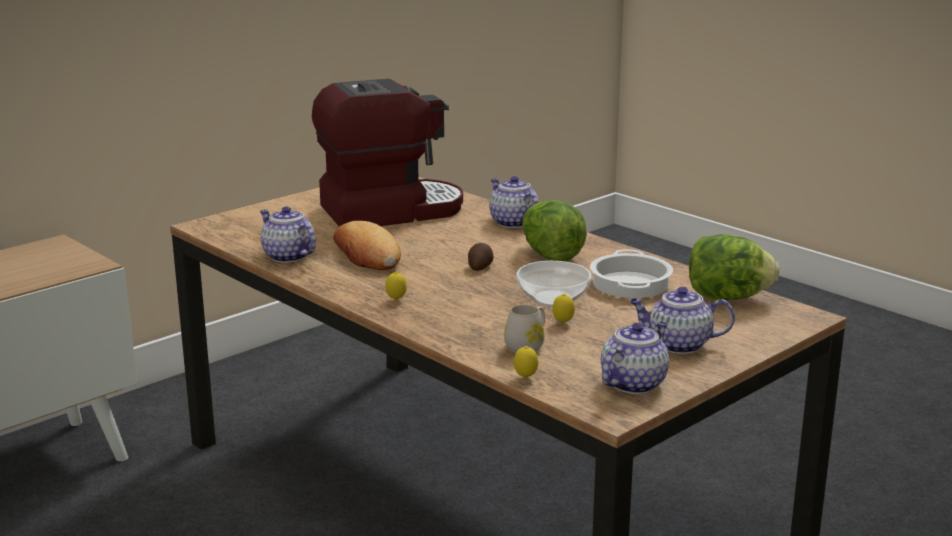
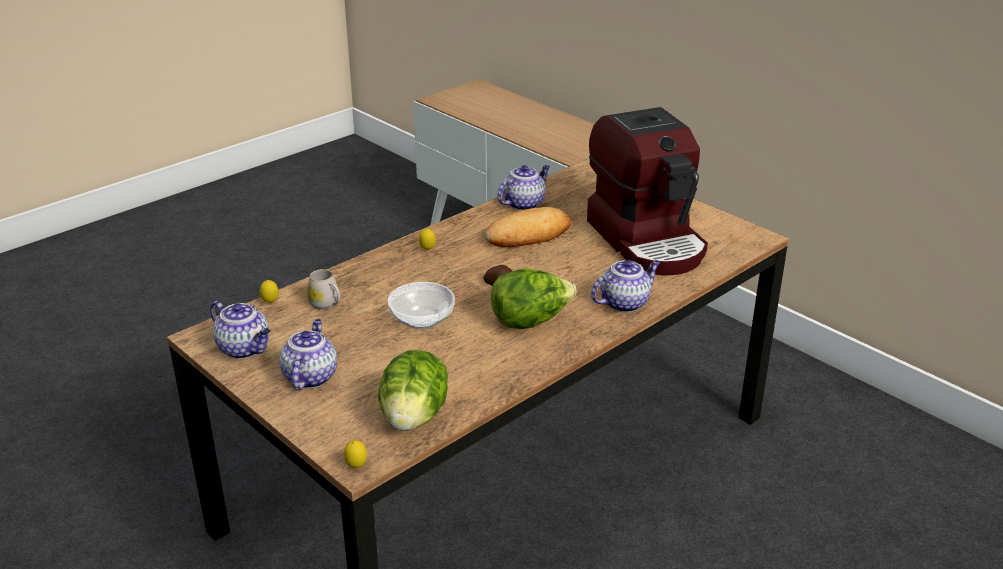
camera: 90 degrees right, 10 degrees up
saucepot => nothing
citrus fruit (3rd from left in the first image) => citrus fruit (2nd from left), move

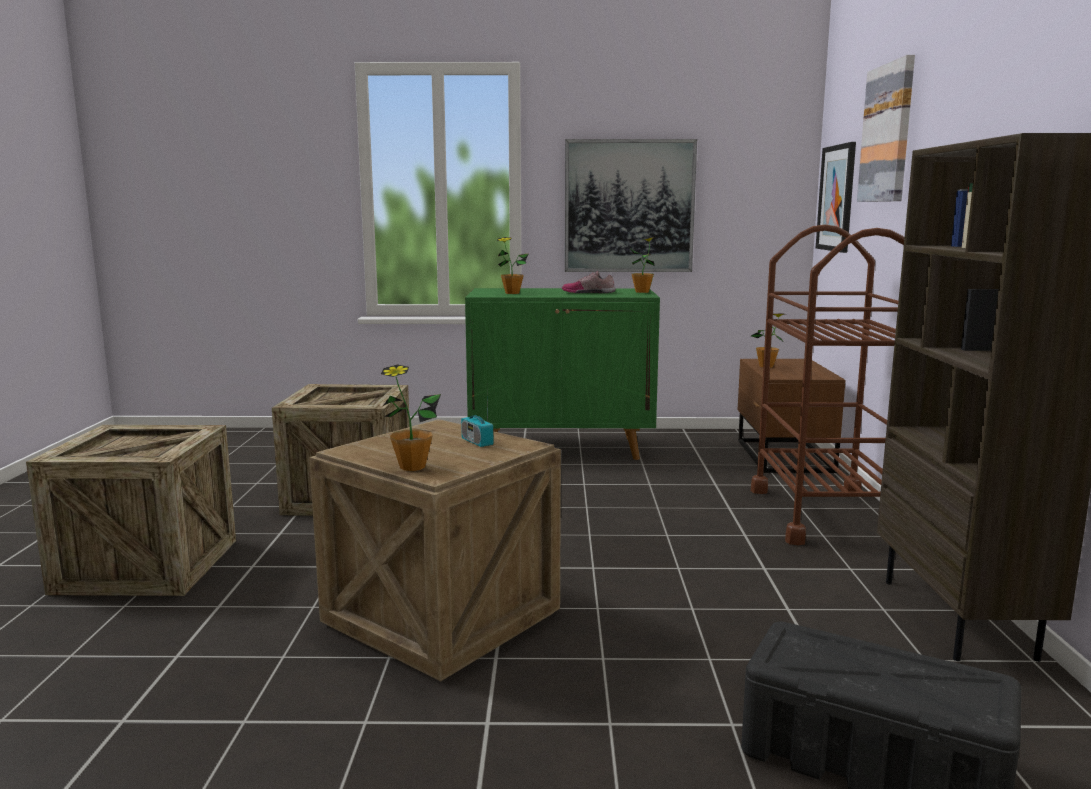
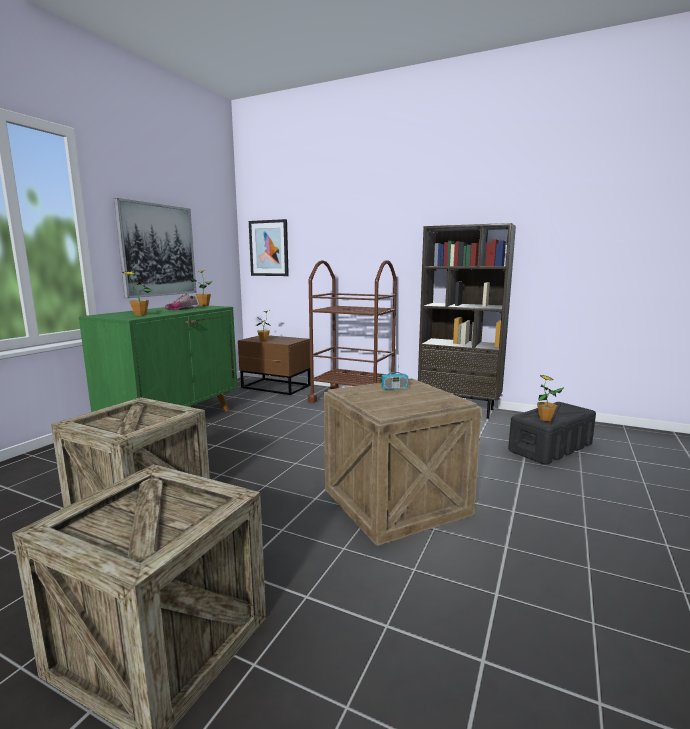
camera: 65 degrees left, 0 degrees up
picture (3rd from left) => nothing
houseplant (1st from left in the first image) => houseplant (4th from left), move

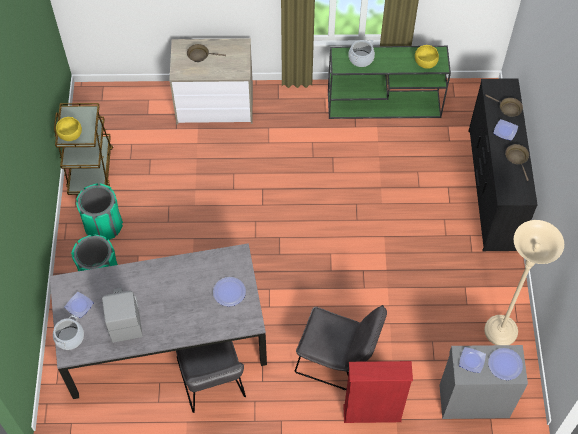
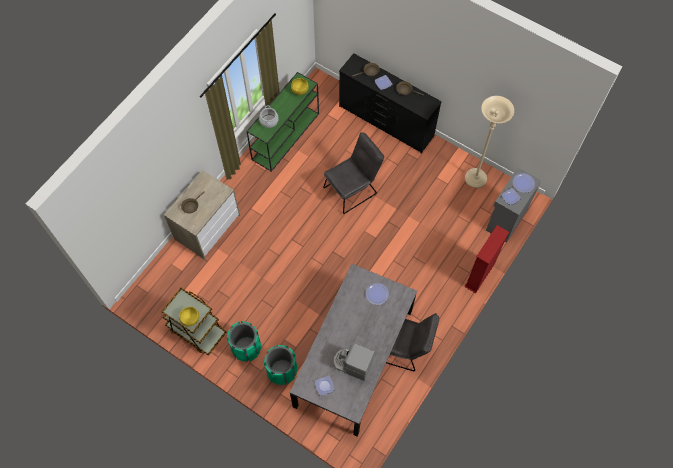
camera: 55 degrees left, 5 degrees up
saucepot (1st from left) => nothing
plain chair (grey) (2nd from left in the first image) => plain chair (grey) (1st from left), move

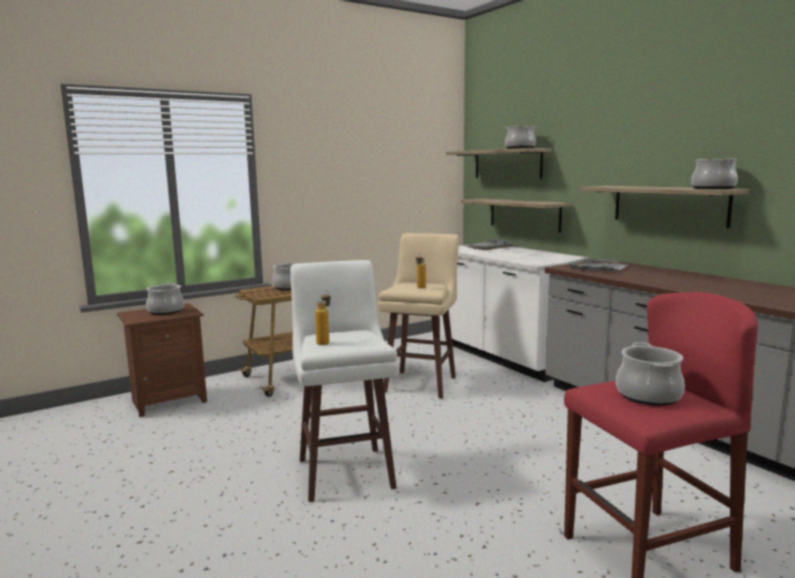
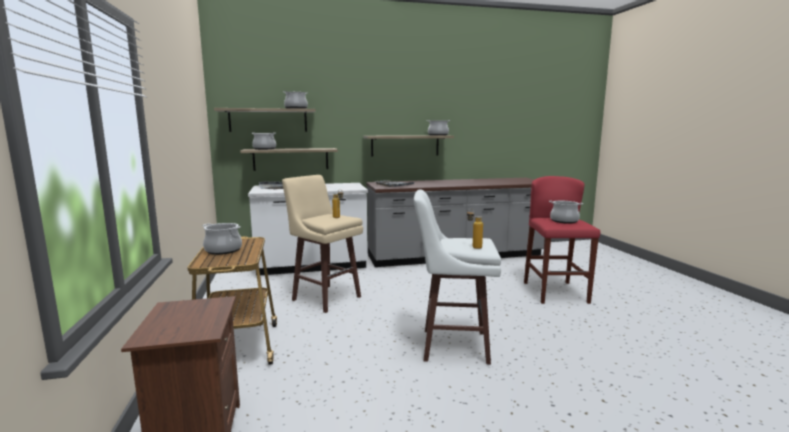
camera: 70 degrees left, 0 degrees up
saucepot (1st from left in the first image) => saucepot (2nd from left), move

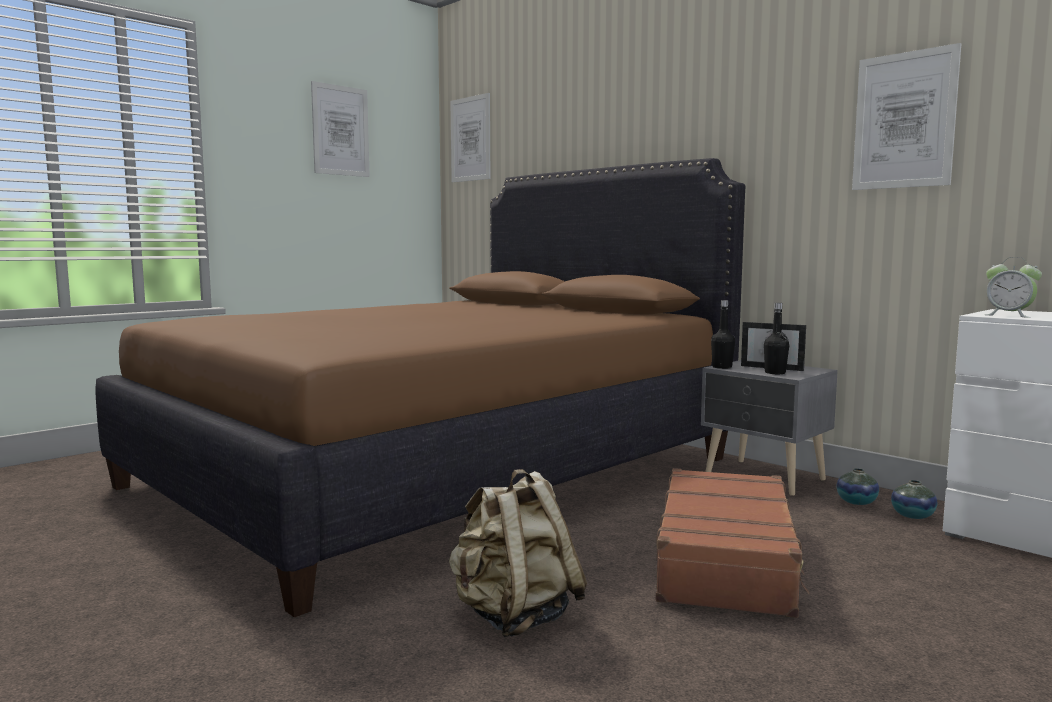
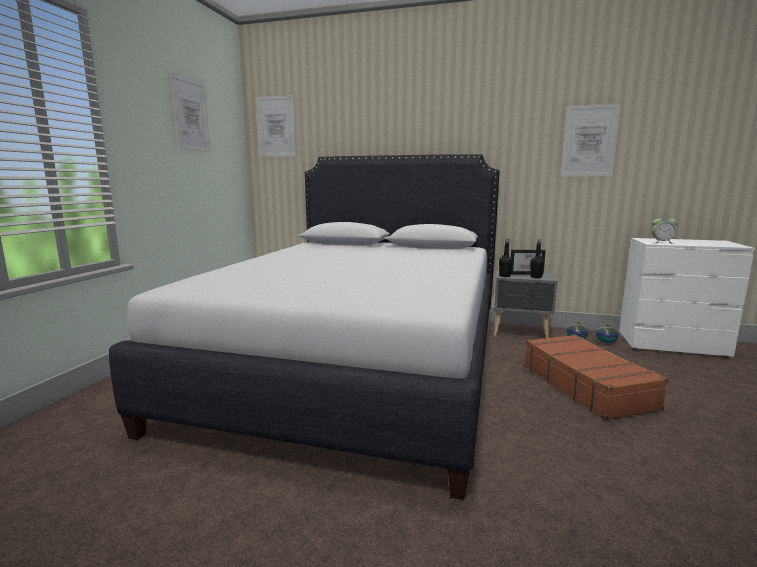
camera: 30 degrees left, 5 degrees up
rucksack (sand-coloured) => nothing
sleeping bed (brownish) => sleeping bed (white)

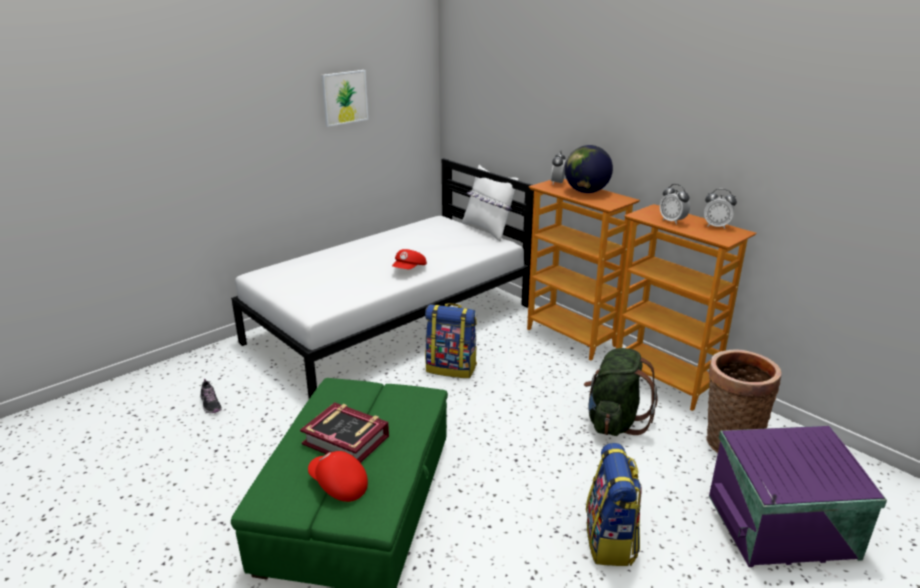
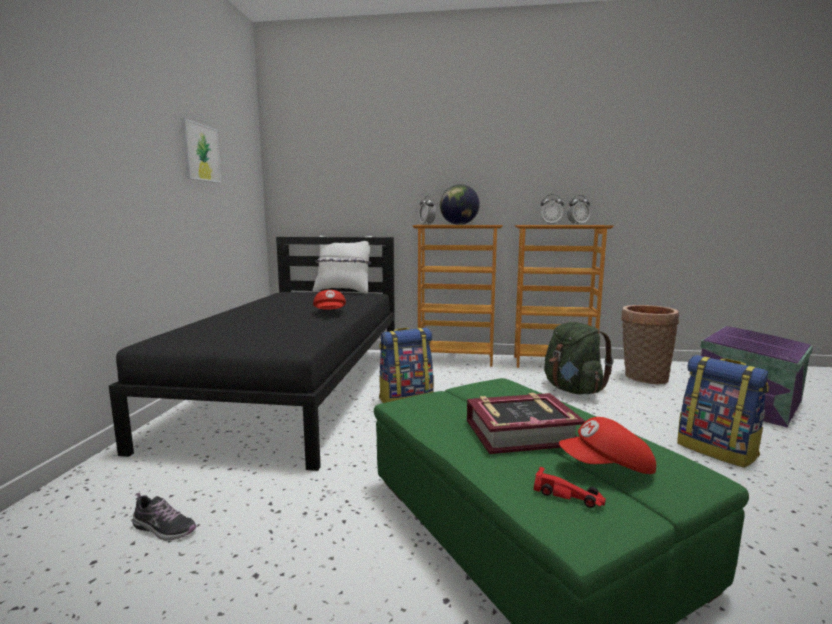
camera: 40 degrees left, 15 degrees down
nothing => toy car (red-coloured)
sleeping bed (white) => sleeping bed (blackish)

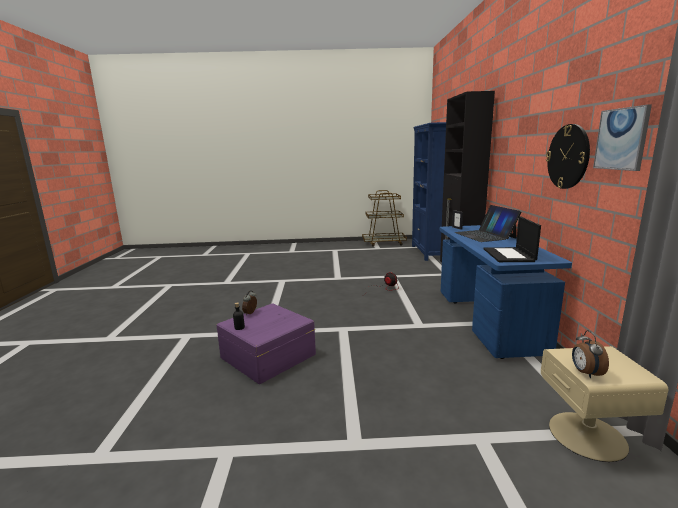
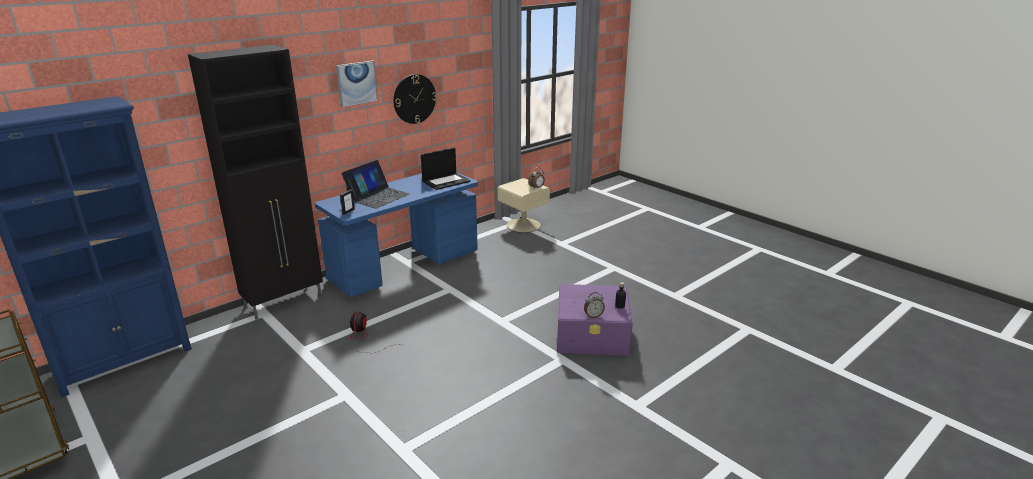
camera: 130 degrees left, 10 degrees up
picture, move

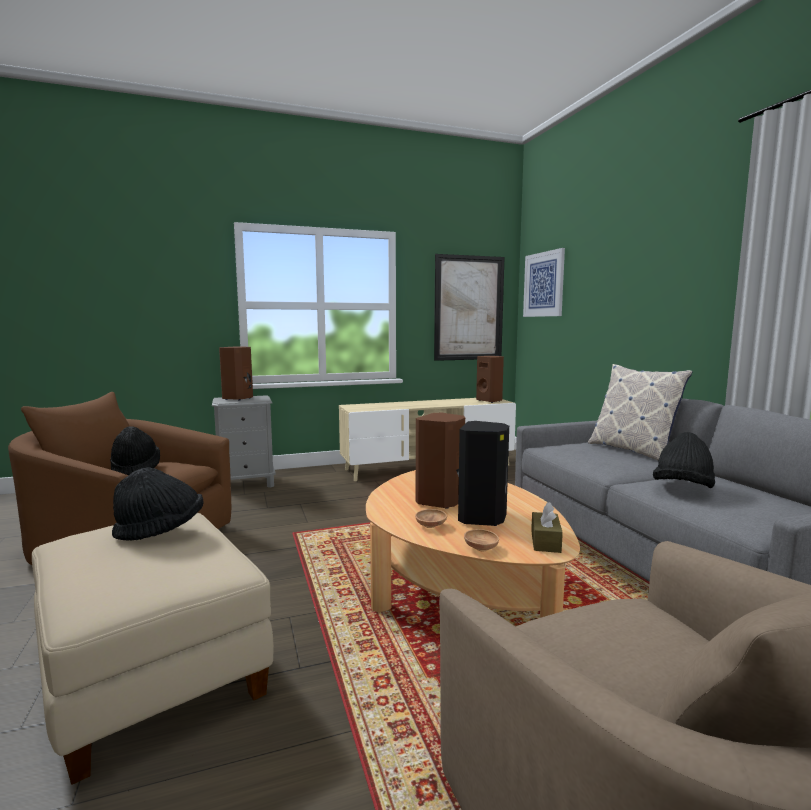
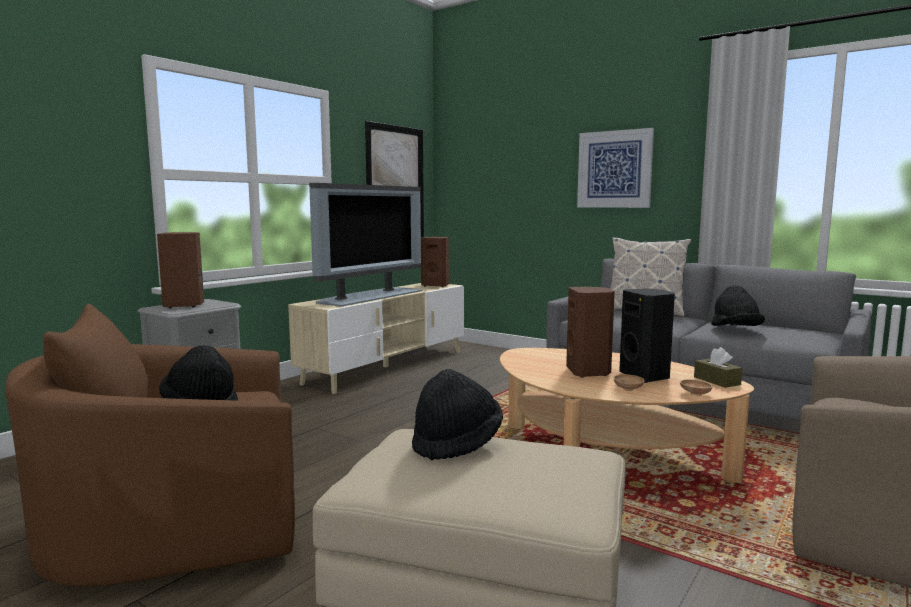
camera: 35 degrees left, 0 degrees up
nothing => television
picture (2nd from left), move

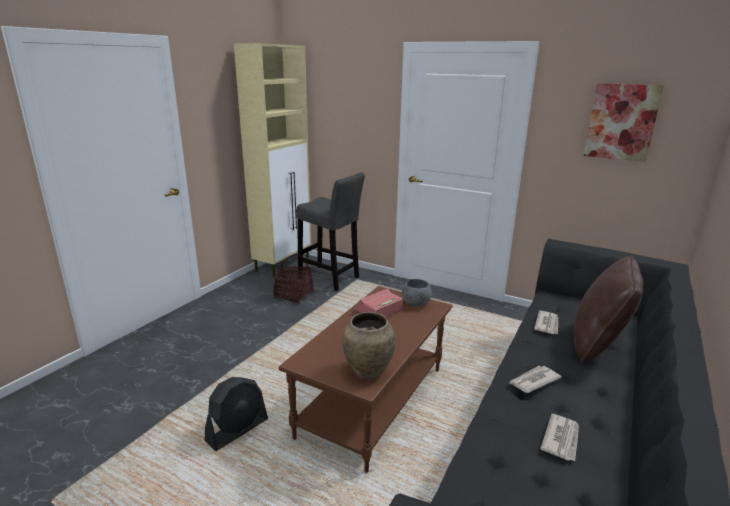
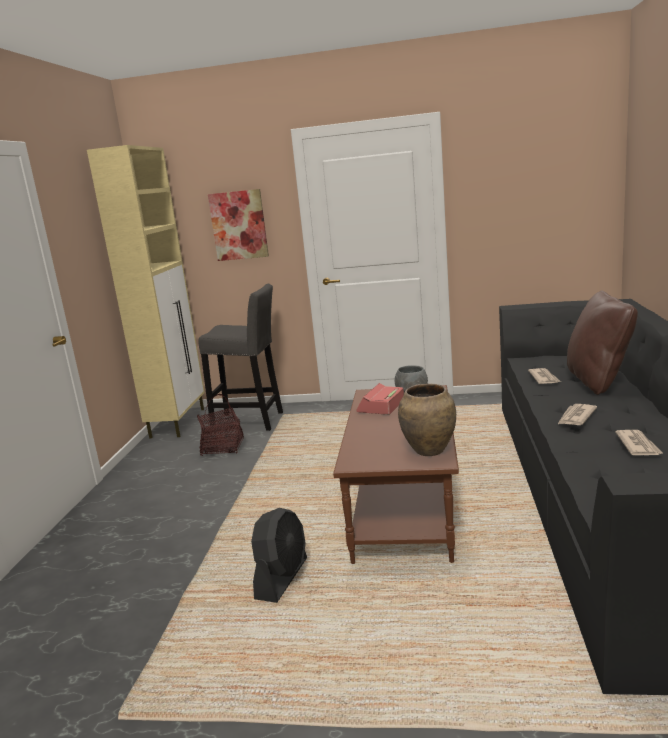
camera: 20 degrees left, 5 degrees down
picture, move

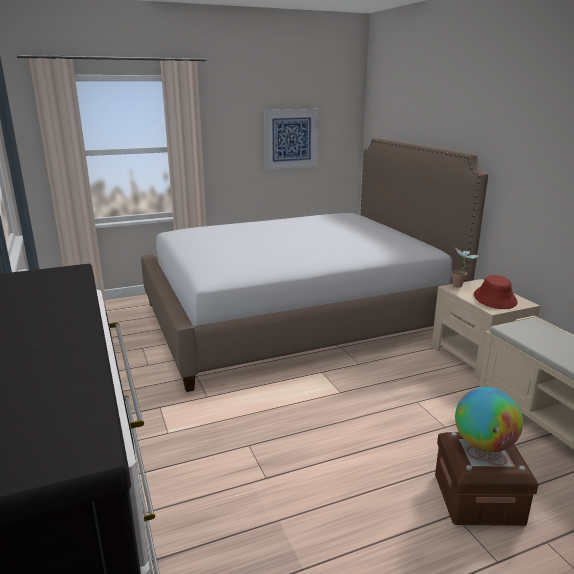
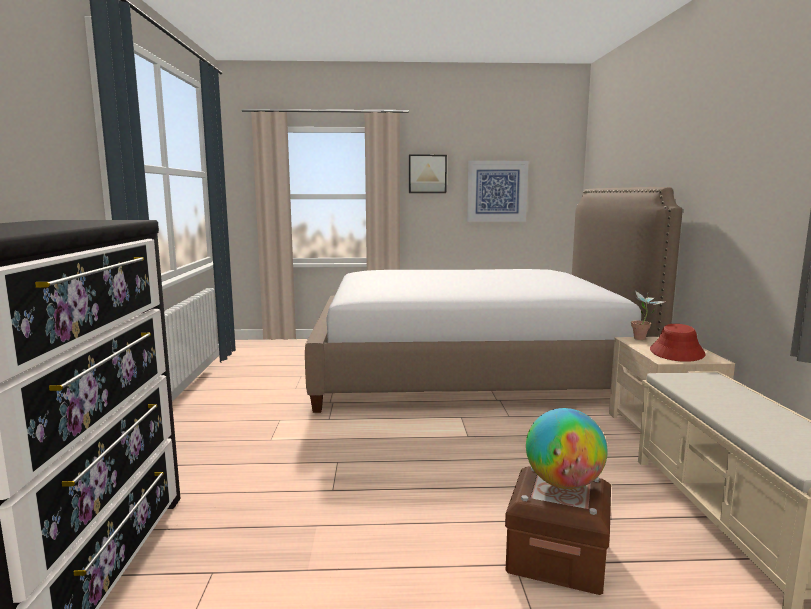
camera: 20 degrees right, 10 degrees down
nothing => picture (1st from left)

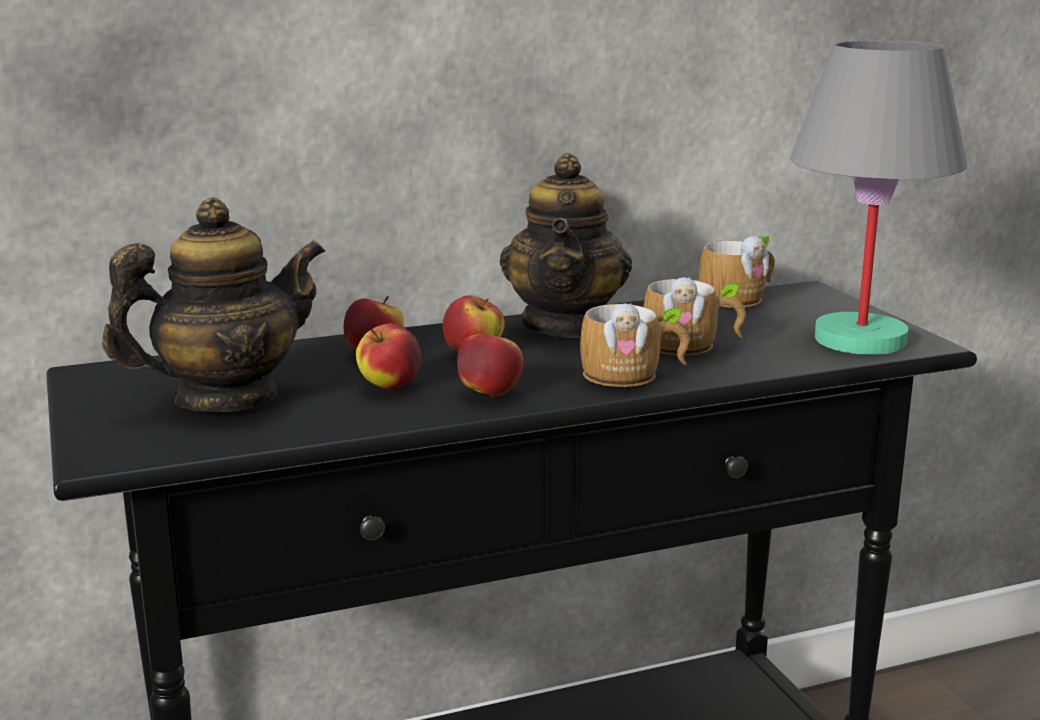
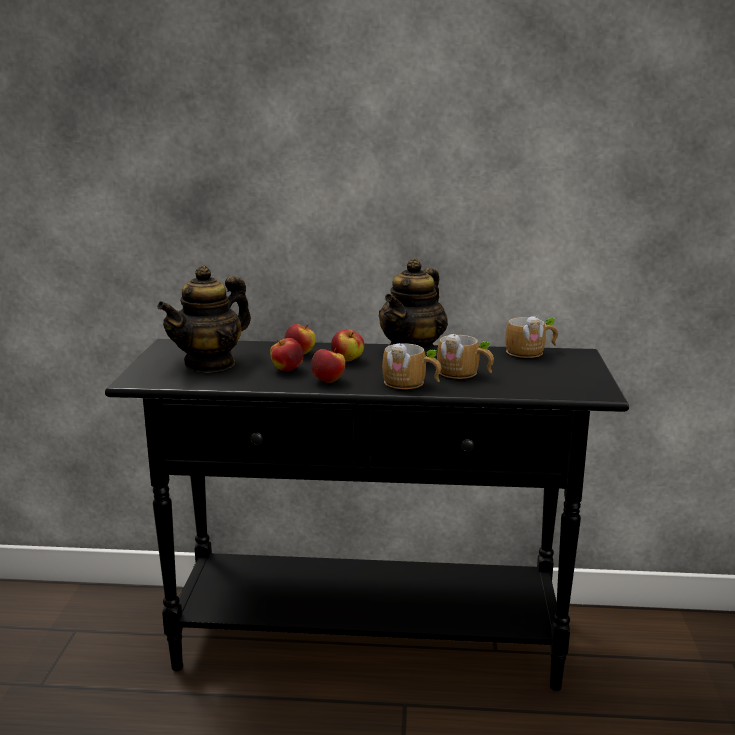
camera: 25 degrees right, 0 degrees up
tabletop lamp (grey) => nothing
tea pot (1st from left), 135 degrees clockwise

